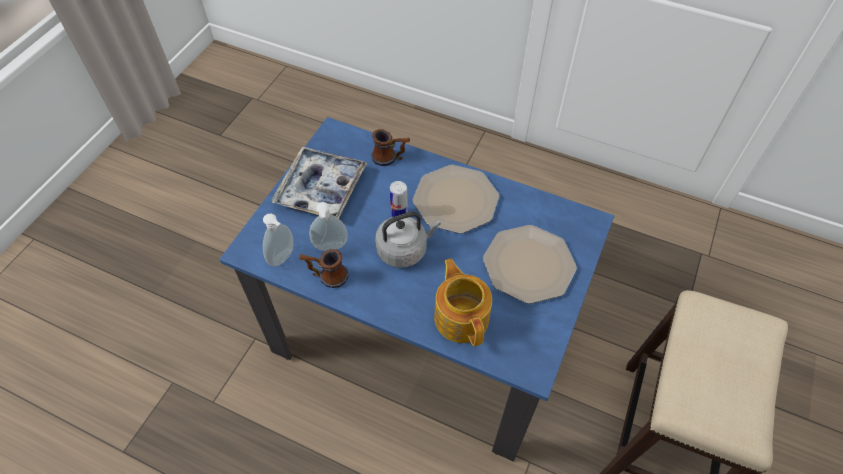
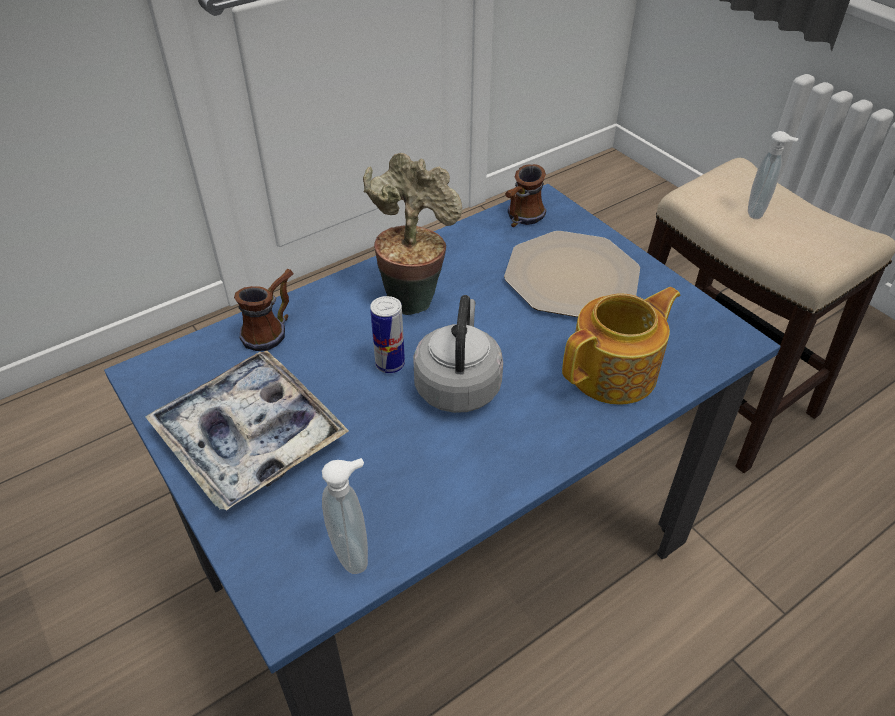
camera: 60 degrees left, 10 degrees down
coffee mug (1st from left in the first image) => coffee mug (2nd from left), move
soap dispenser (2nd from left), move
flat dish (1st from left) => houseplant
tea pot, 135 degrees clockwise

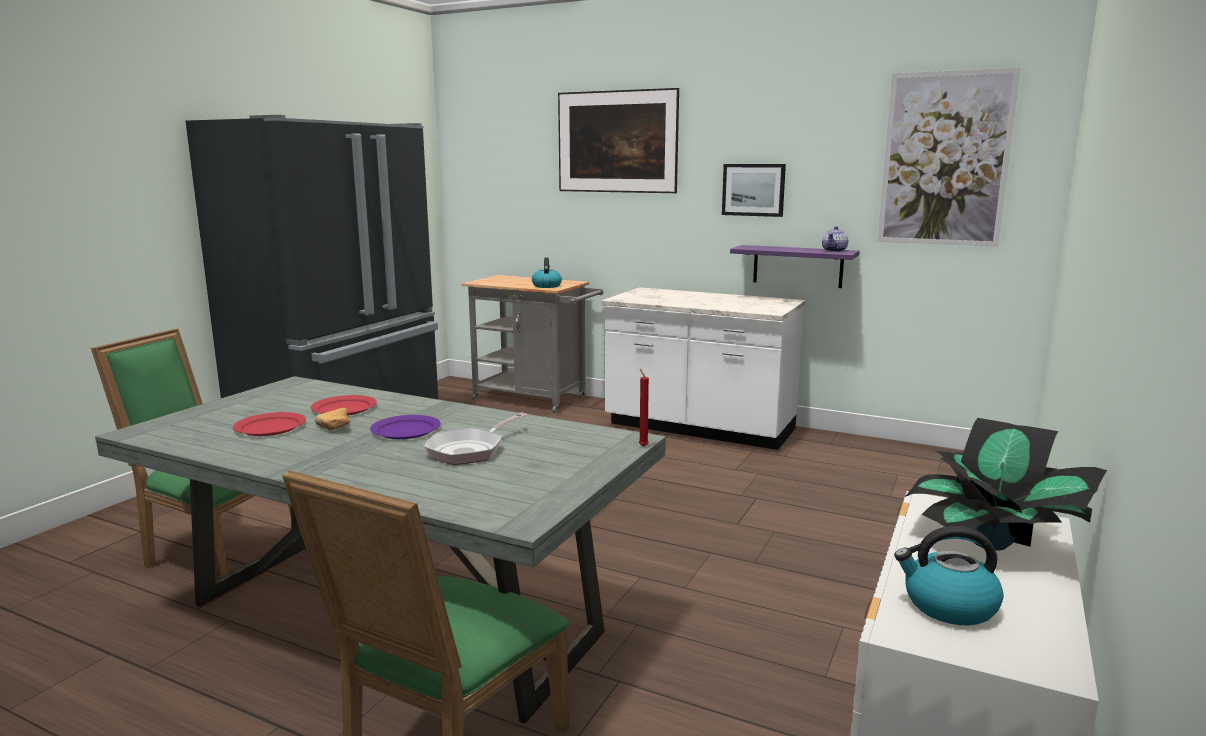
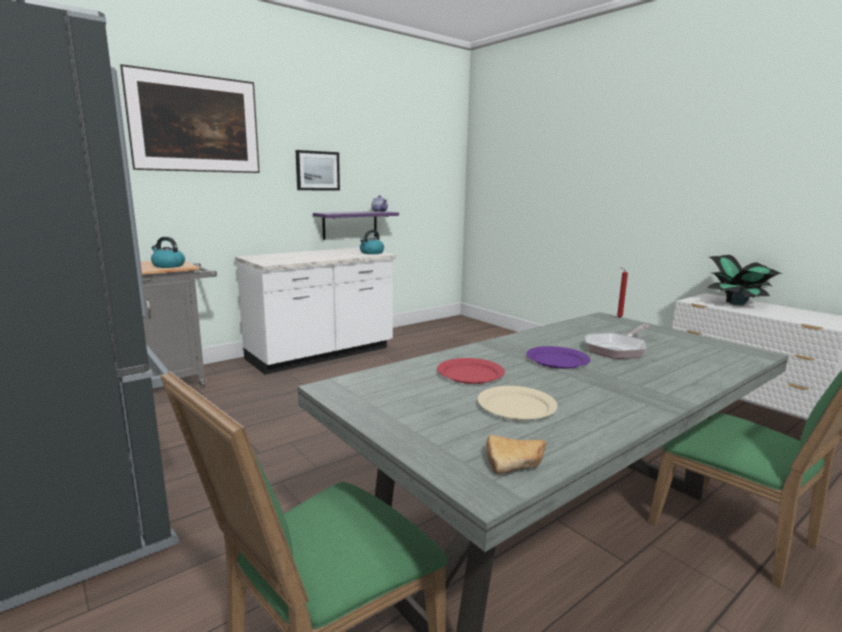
camera: 65 degrees left, 0 degrees up
picture (3rd from left) => nothing
bread, move
kettle (2nd from left), move
flat dish (red-coloured) (1st from left) => flat dish (sand-coloured)
skillet, 75 degrees clockwise

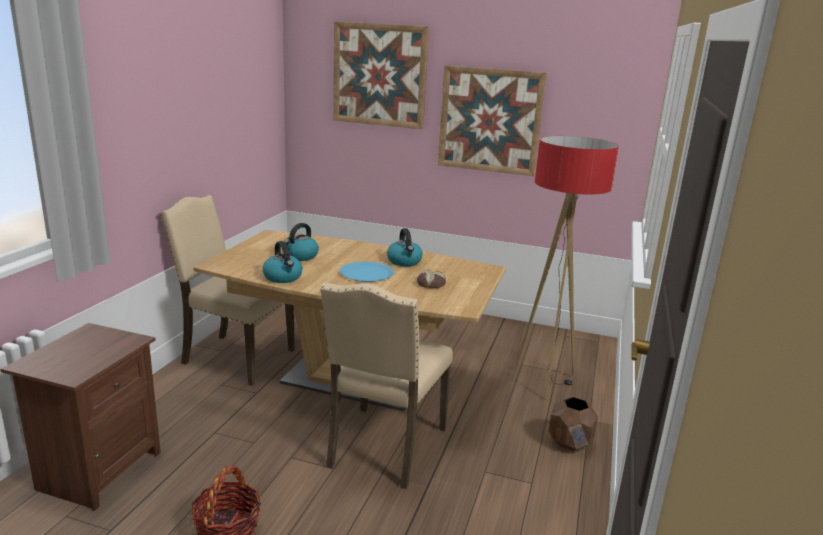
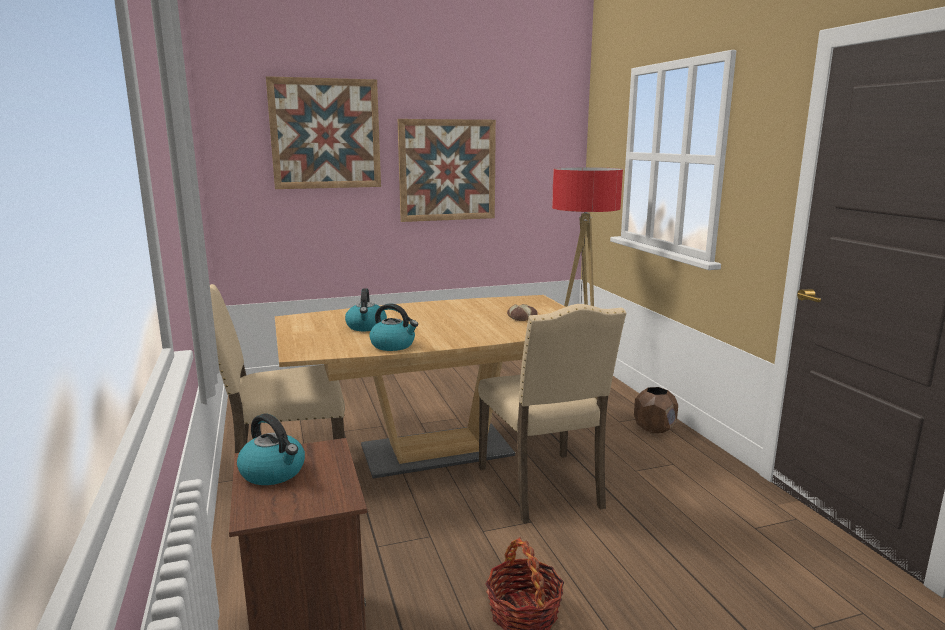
camera: 35 degrees left, 5 degrees down
flat dish (bluish) => nothing
kettle (3rd from left in the first image) => kettle (1st from left), move

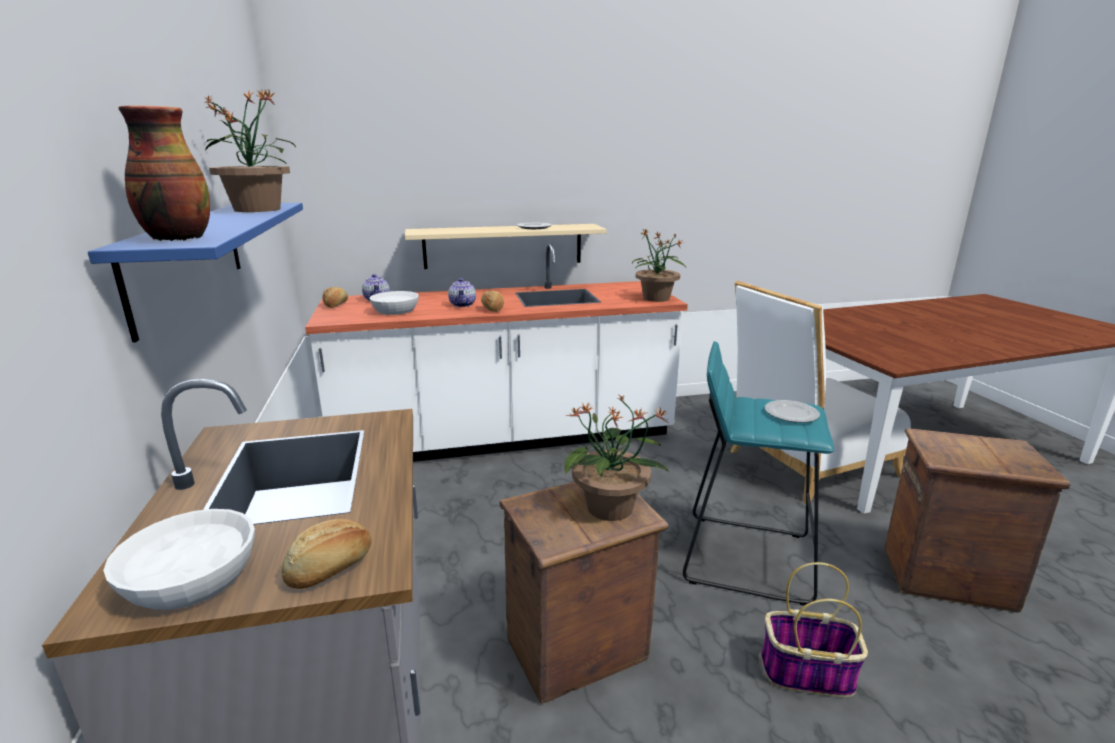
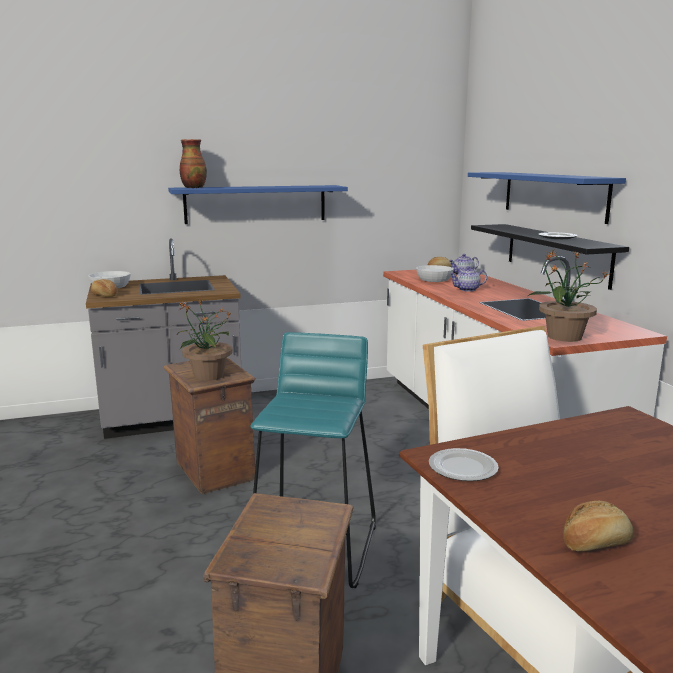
camera: 85 degrees right, 5 degrees down
houseplant (1st from left) => nothing
household basket => nothing
nothing => bracket shelf (bluish) (2nd from left)
bread (3rd from left), move
flat dish (2nd from left in the first image) => flat dish (1st from left), move
bracket shelf (sand-coloured) => bracket shelf (blackish)

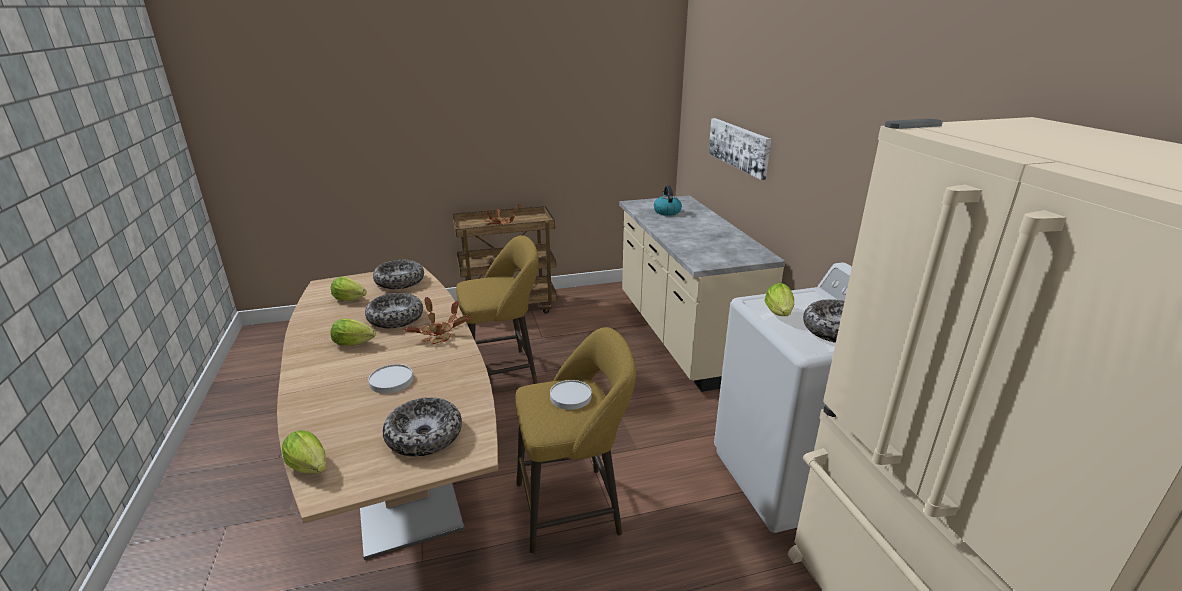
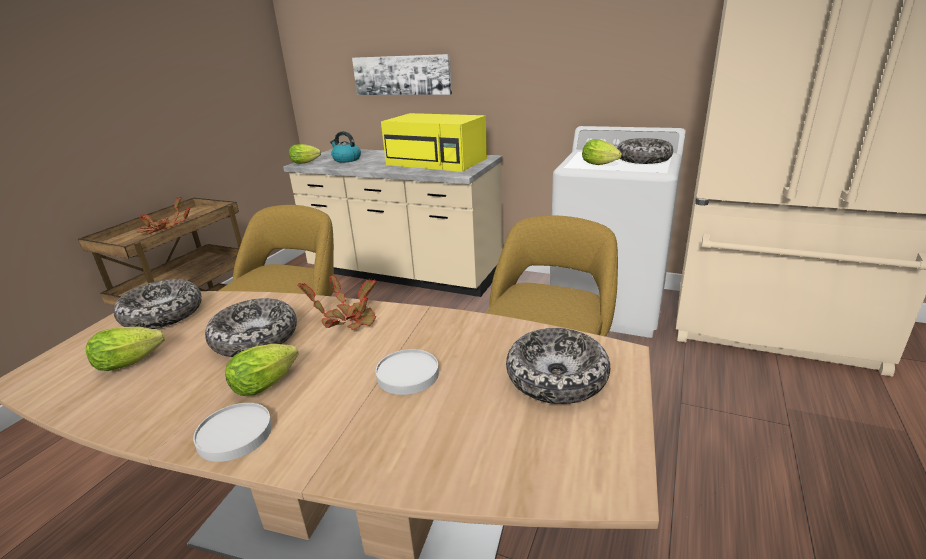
camera: 50 degrees left, 0 degrees up
nothing => microwave oven (yellow)
lettuce (1st from left in the first image) => lettuce (3rd from left), move
flat dish (white) (2nd from left in the first image) => flat dish (white) (1st from left), move

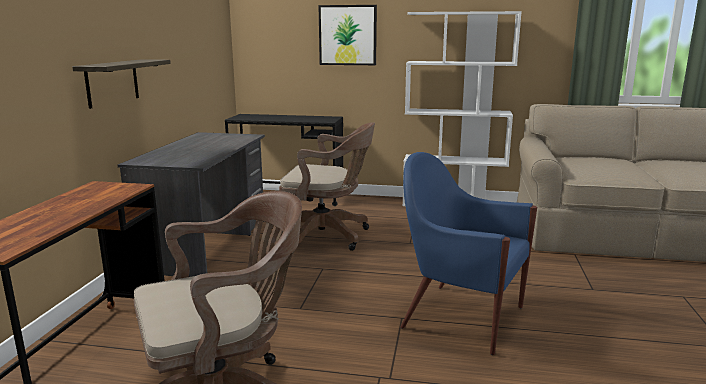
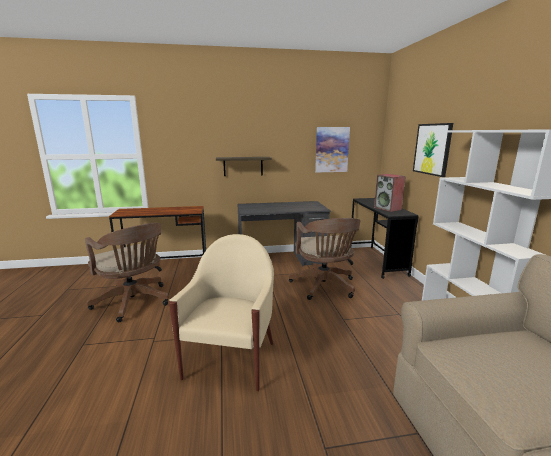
camera: 70 degrees right, 0 degrees up
nothing => picture (1st from left)
nothing => speaker
easy chair (bluish) => easy chair (sand-coloured)

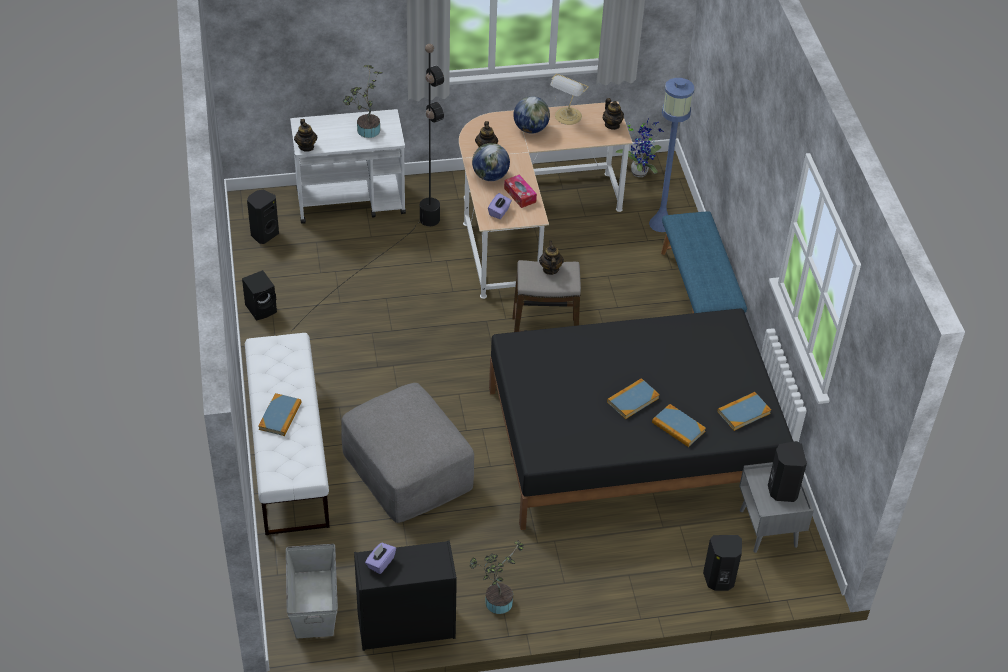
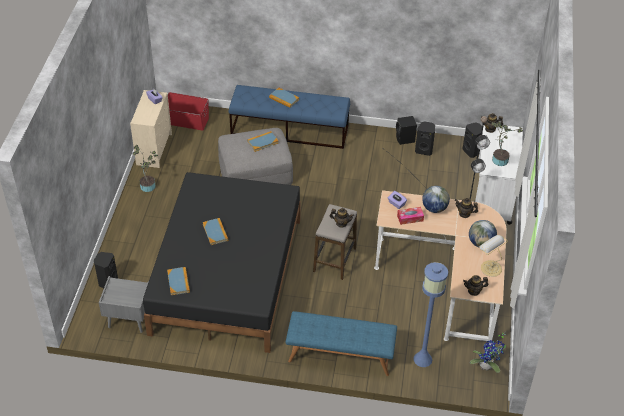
camera: 110 degrees right, 0 degrees up
volume (3rd from left), move
speaker (blackish) (4th from left in the first image) => speaker (blackish) (3rd from left), move
indoor bench (white) => indoor bench (bluish) (1st from left)
storage container (grey) => storage container (red-coloured)
chest of drawers (blackish) => chest of drawers (sand-coloured)

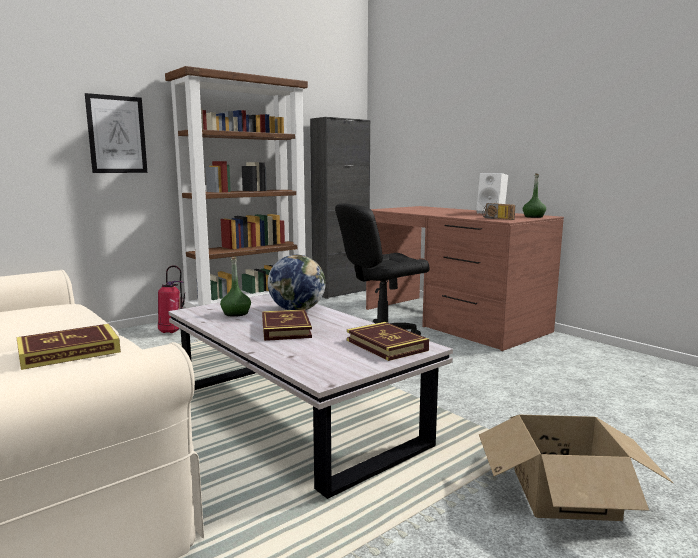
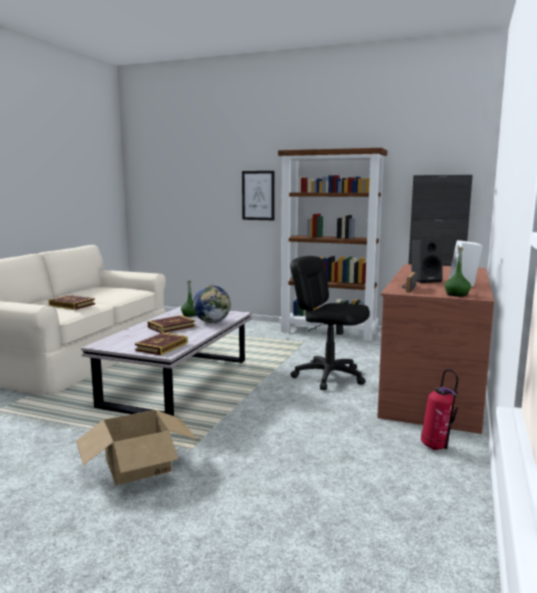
camera: 60 degrees right, 0 degrees up
nothing => speaker (blackish)
fire extinguisher, move

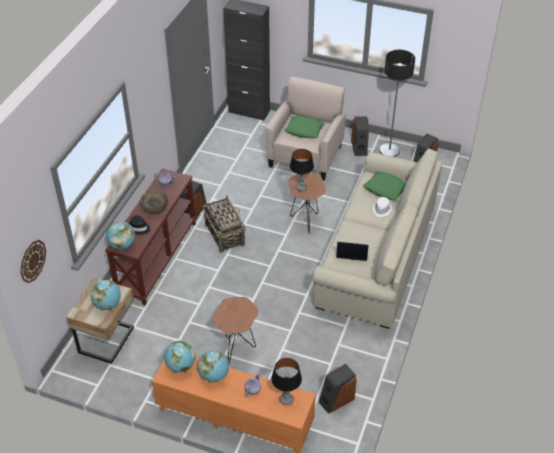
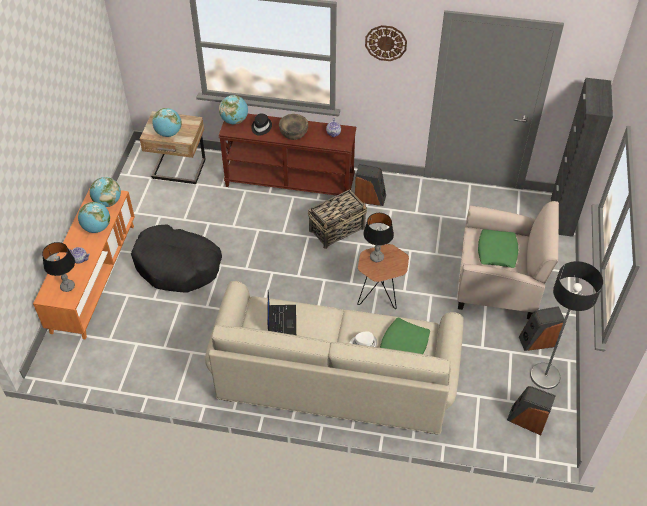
camera: 80 degrees right, 5 degrees up
speaker (2nd from left) => nothing
wall clock, move
end table (brownish) (1st from left) => dog bed (blackish)

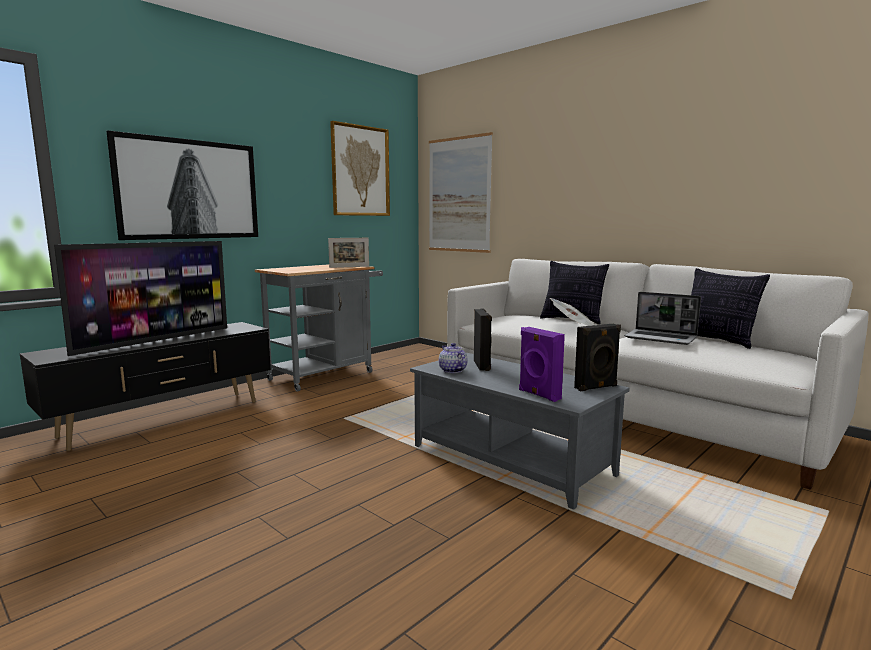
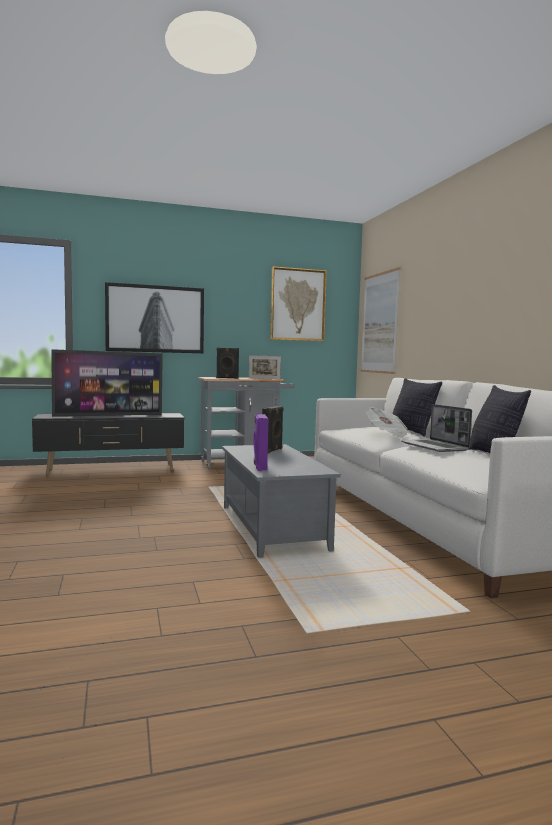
camera: 30 degrees right, 5 degrees down
tea pot => nothing
speaker (blackish) (2nd from left in the first image) => speaker (blackish) (1st from left), move

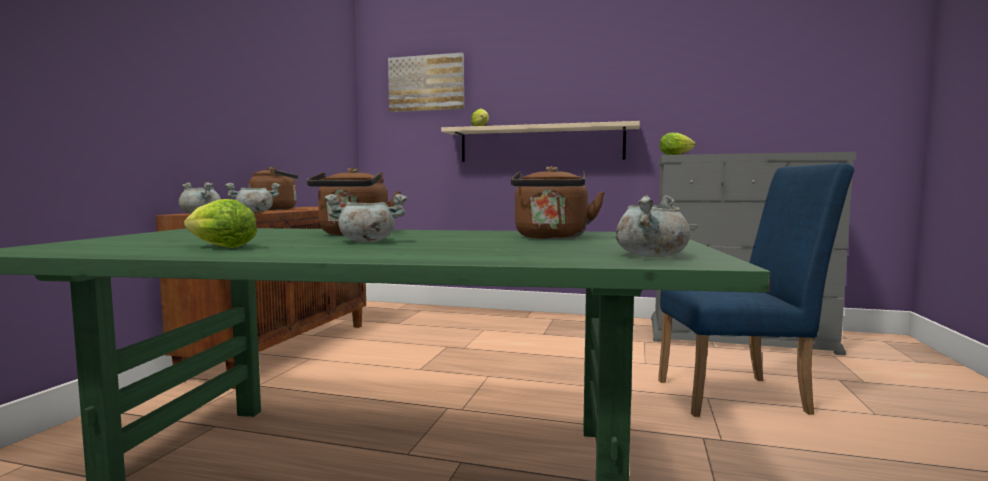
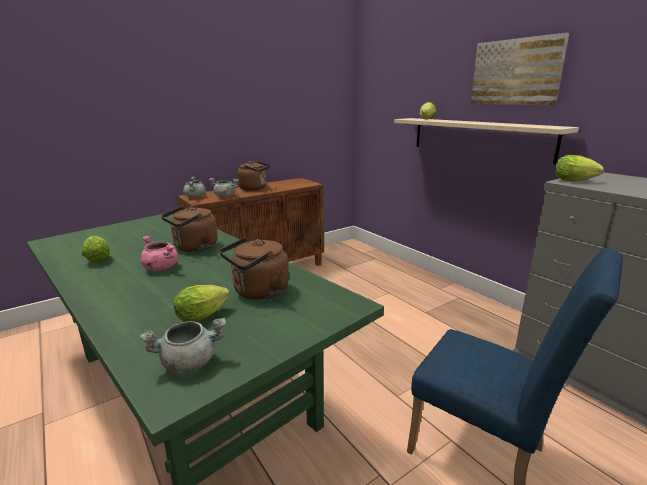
camera: 40 degrees right, 15 degrees up
nothing => lettuce (2nd from left)
picture, move
saucepot (grey) (3rd from left) => saucepot (pink)

